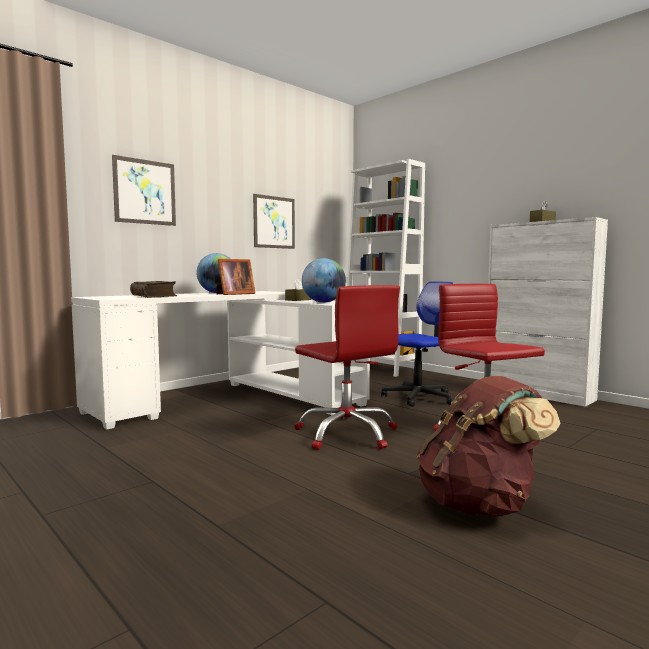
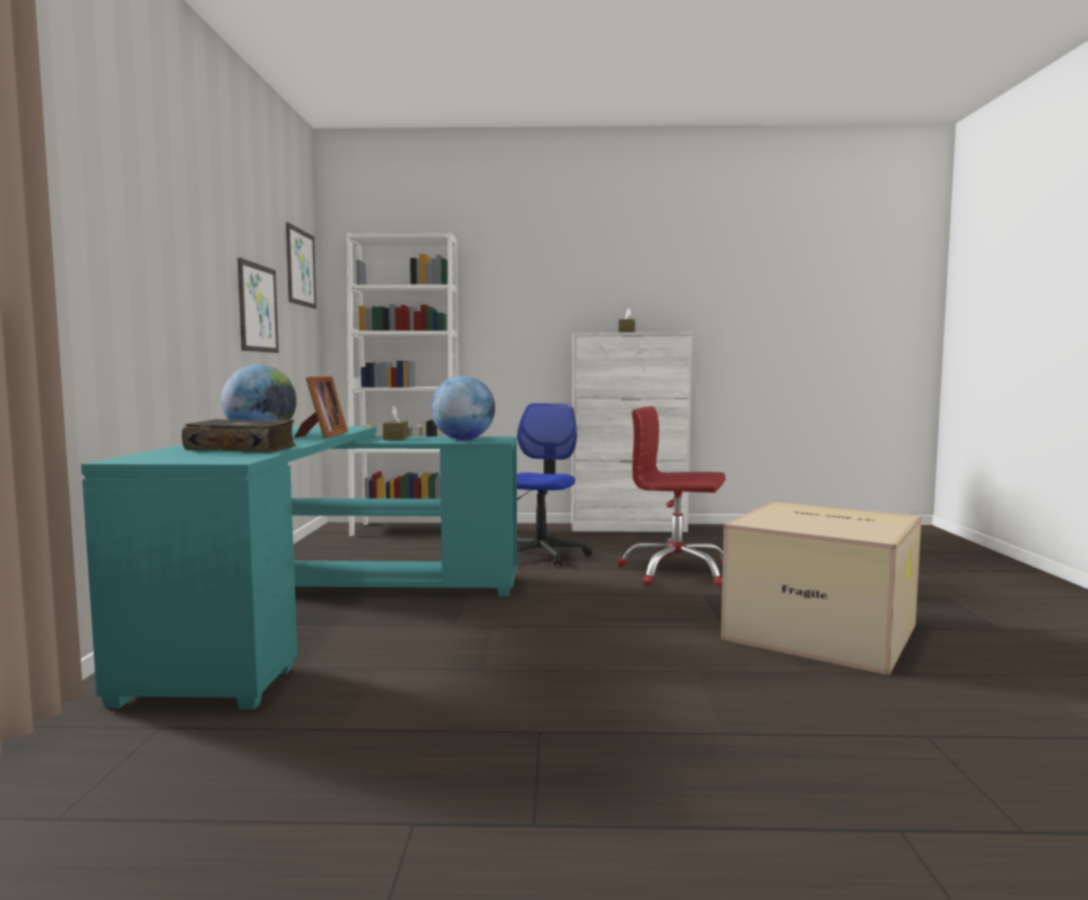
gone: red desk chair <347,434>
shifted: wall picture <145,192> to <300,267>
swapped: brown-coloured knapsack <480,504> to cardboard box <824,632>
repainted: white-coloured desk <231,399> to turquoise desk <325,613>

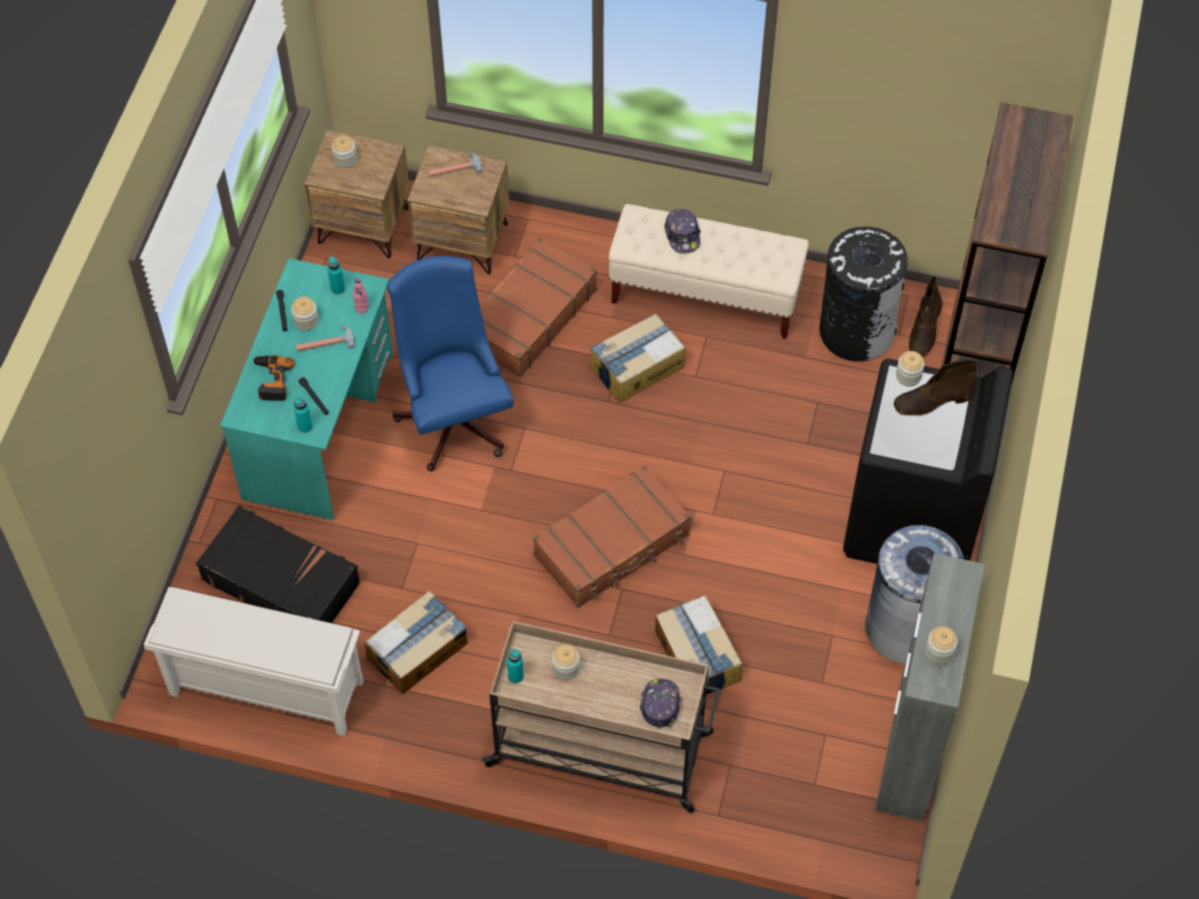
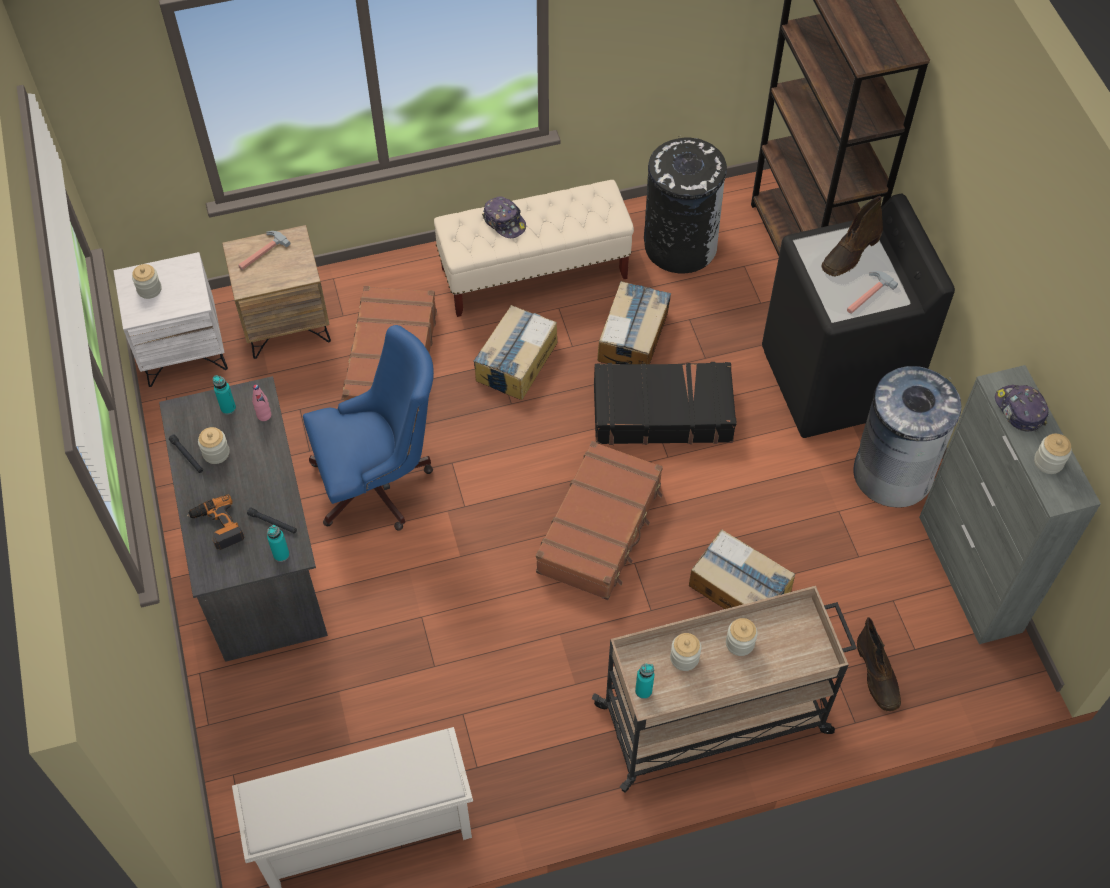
shifted: blackish travel case <281,580> to <661,412>; hand hammer <324,342> to <866,294>; cardboard box <418,650> to <633,336>; baseball cap <660,704> to <1019,410>; jar <908,376> to <739,643>; brown-coloured boot <924,330> to <877,675>
repainted: turquoise desk <319,426> to greyish desk <258,554>; brown-coloured bedside table <364,225> to white-coloured bedside table <183,351>
rotated: bluish desk chair <454,416> = <380,483> 120 degrees clockwise

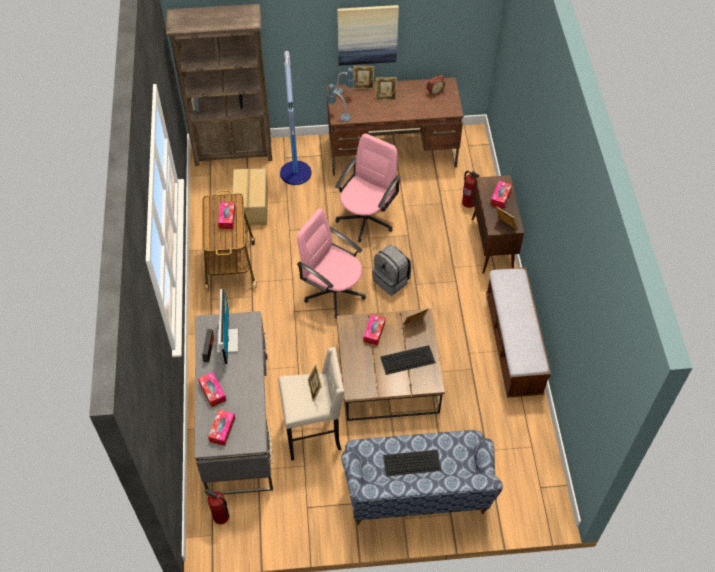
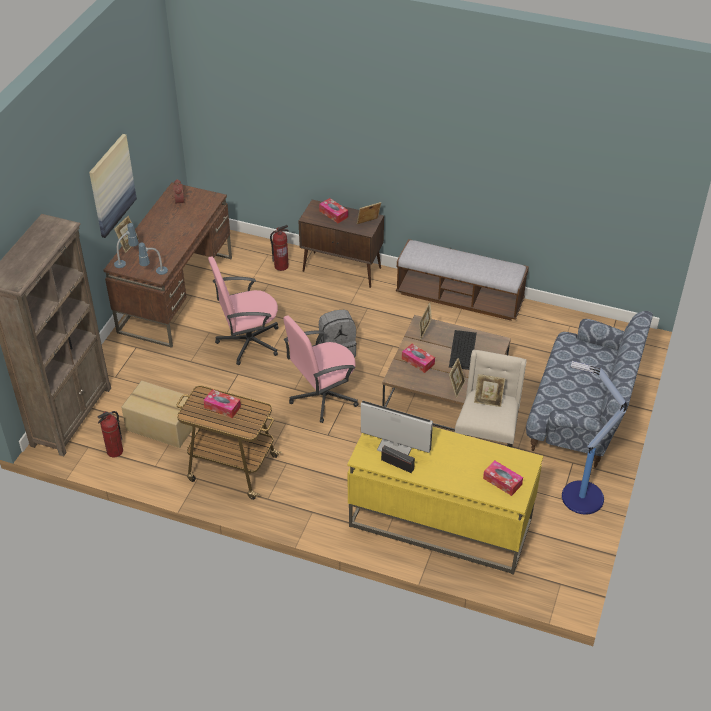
gone: box of tissues <212,392>; PC keyboard <411,463>
shifted: fire extinguisher <220,517> to <115,451>; floor lamp <295,172> to <580,497>; picture frame <385,97> to <456,387>
repainted: greyish desk <238,423> to yellow-coloured desk <439,522>
rotated: pinkish desk chair <366,219> = <248,342> 75 degrees counterclockwise

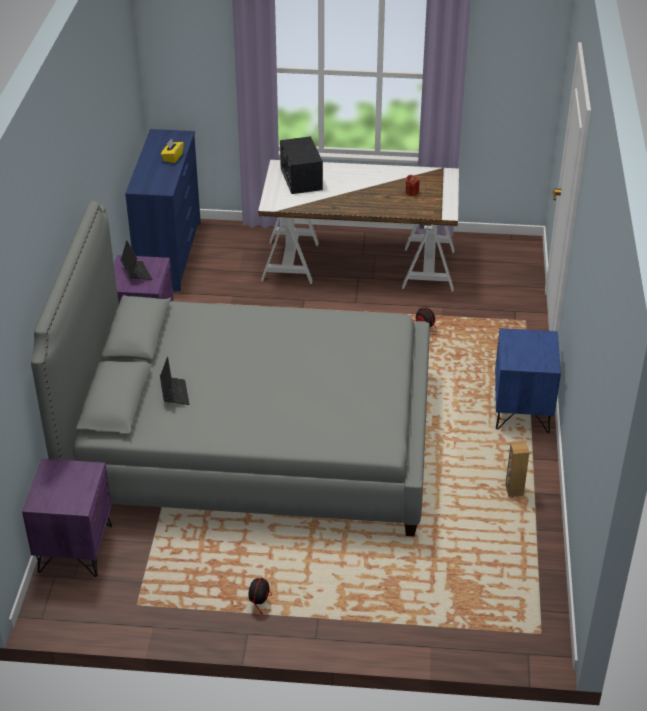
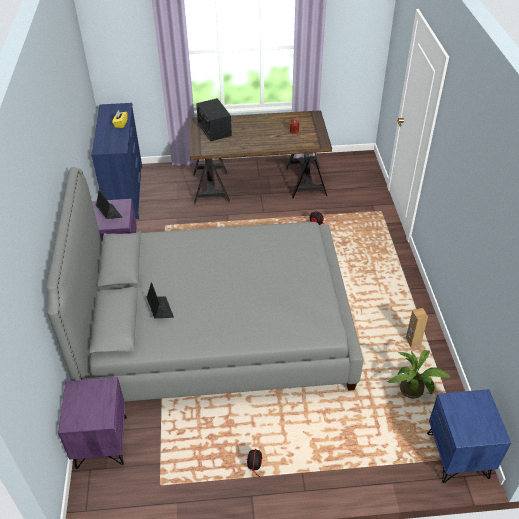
new: plant in a pot <414,391>
shifted: bluish bedside table <522,411> to <458,455>
repainted: white-coloured desk <359,264> to brown-coloured desk <258,184>

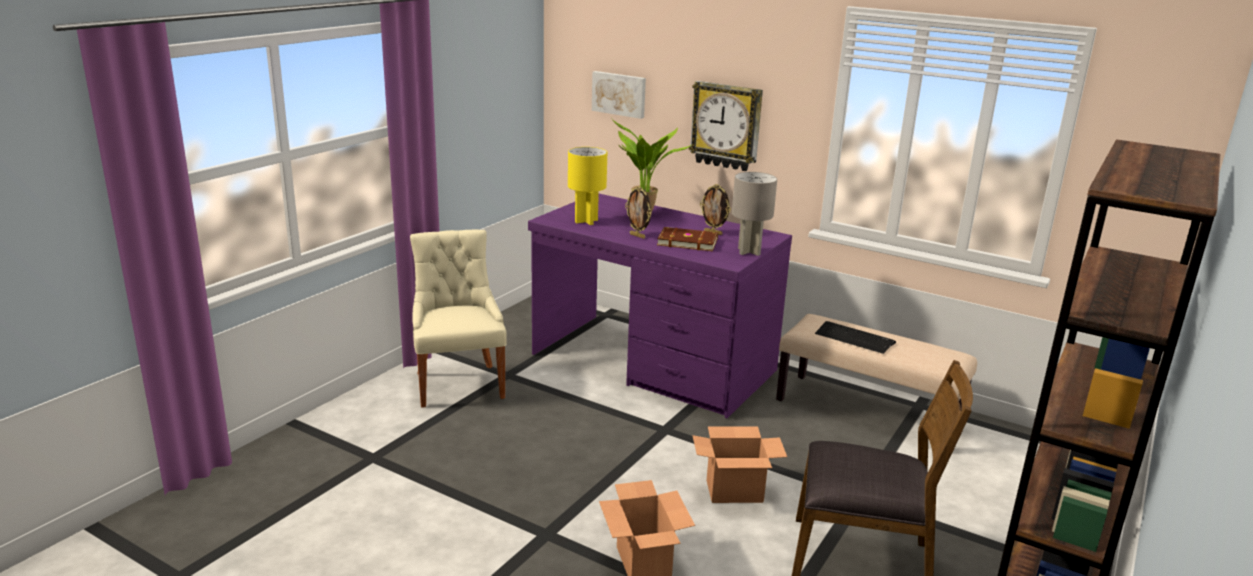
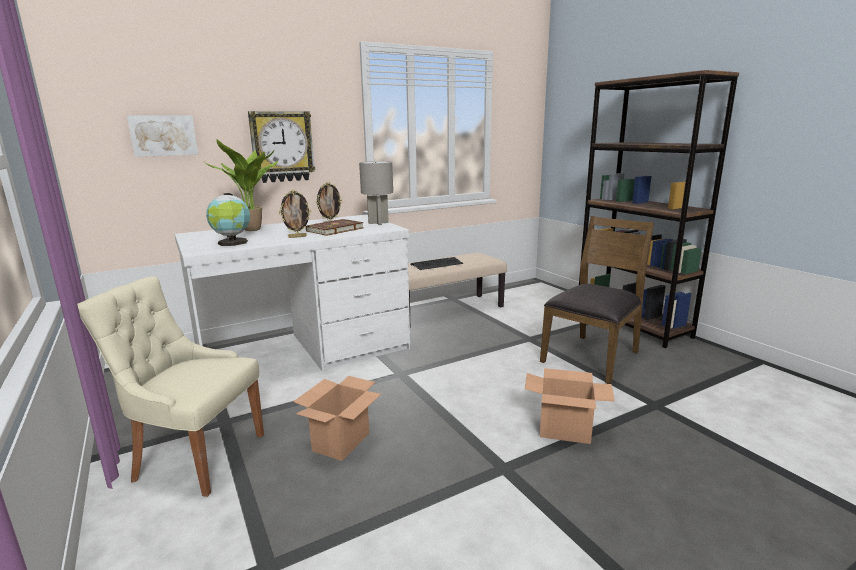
shifted: cardboard box <735,491> to <341,441>
swapped: yellow-coloured table lamp <586,221> to desk globe <232,243>
repainted: purple desk <653,363> to white-coloured desk <305,353>

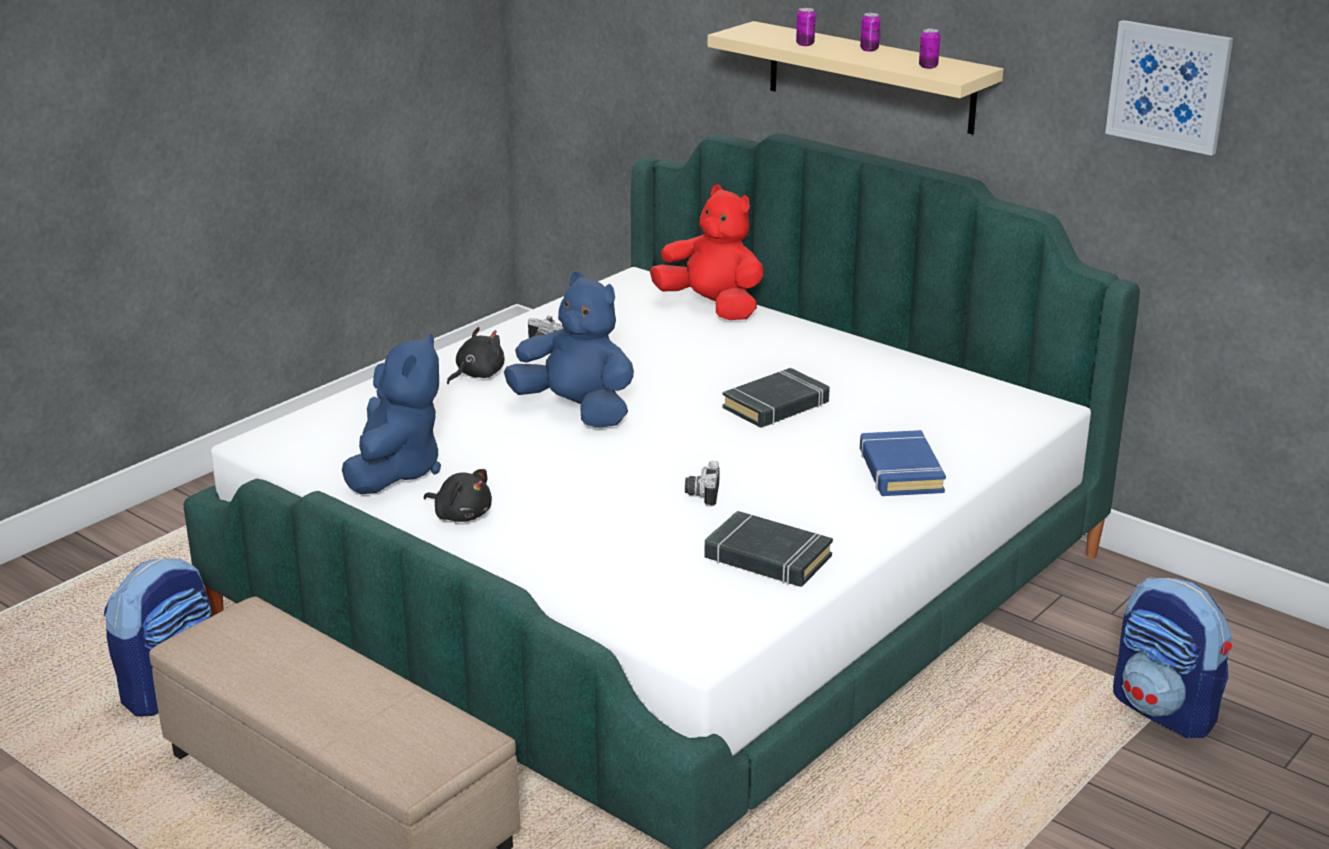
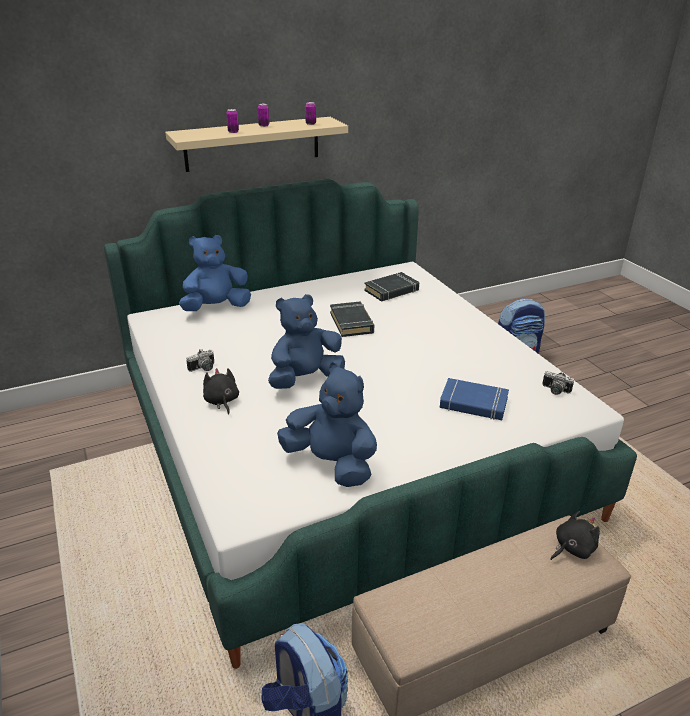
gone: wall picture <1169,86>
shifted: blackish soft toy <461,515> to <572,548>; still camera <701,494> to <555,391>; blackish bound book <767,558> to <392,290>; bluish bound book <900,471> to <473,404>
repainted: red soft toy <712,307> to bluish soft toy <216,307>

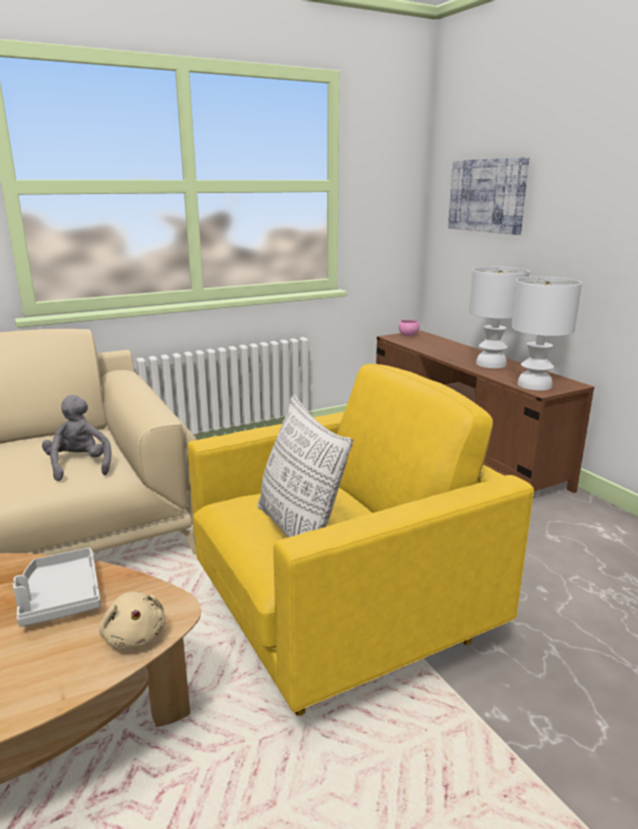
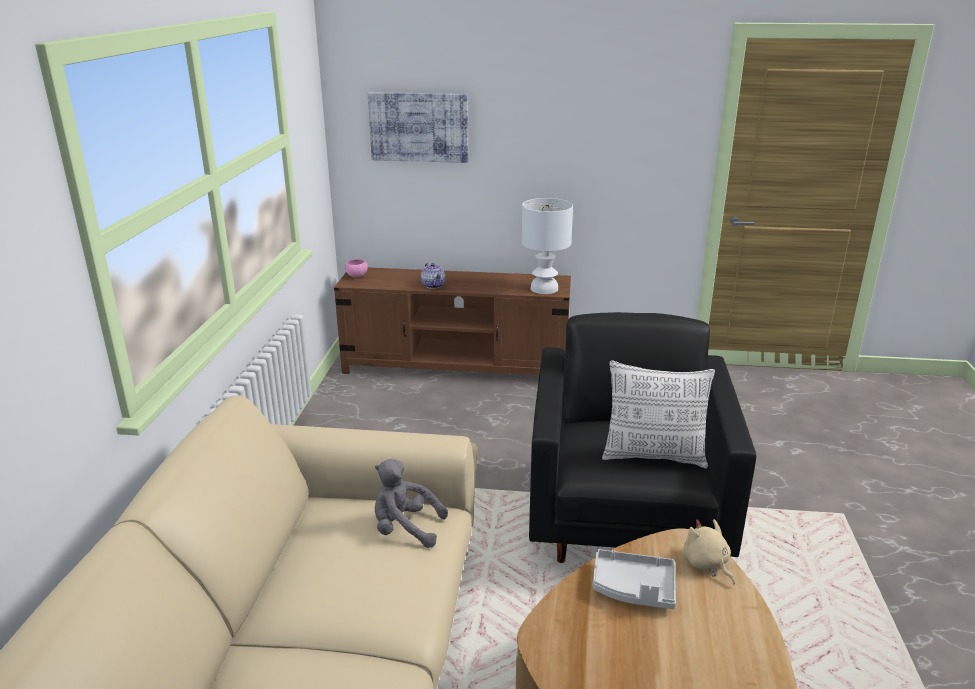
gone: white-coloured table lamp <490,364>
new: tea pot <433,285>
repainted: yellow-coloured easy chair <342,625> to blackish easy chair <626,520>
rotated: sand-coloured soft toy <134,635> = <707,564> 120 degrees counterclockwise

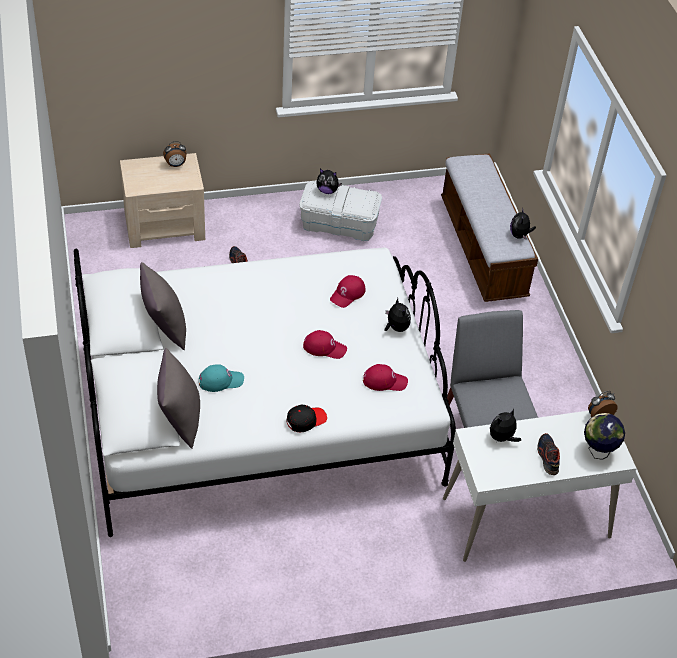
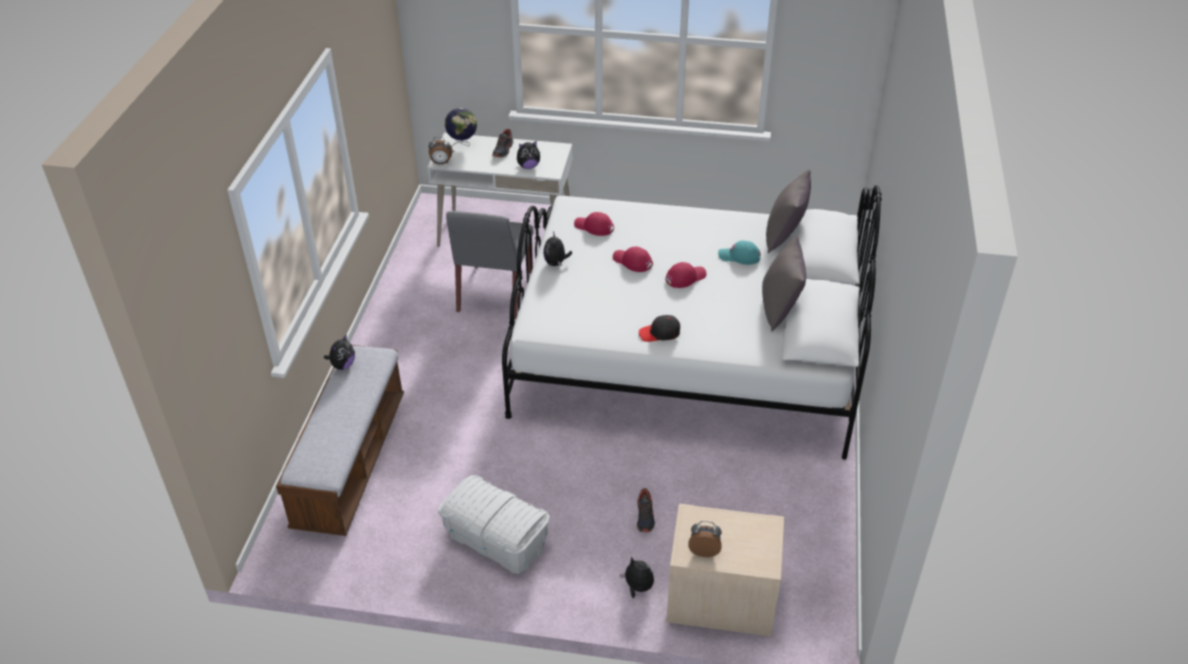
shifted: blackish baseball cap <306,420> to <659,333>; soft toy <327,191> to <637,587>; red baseball cap <347,294> to <685,277>

